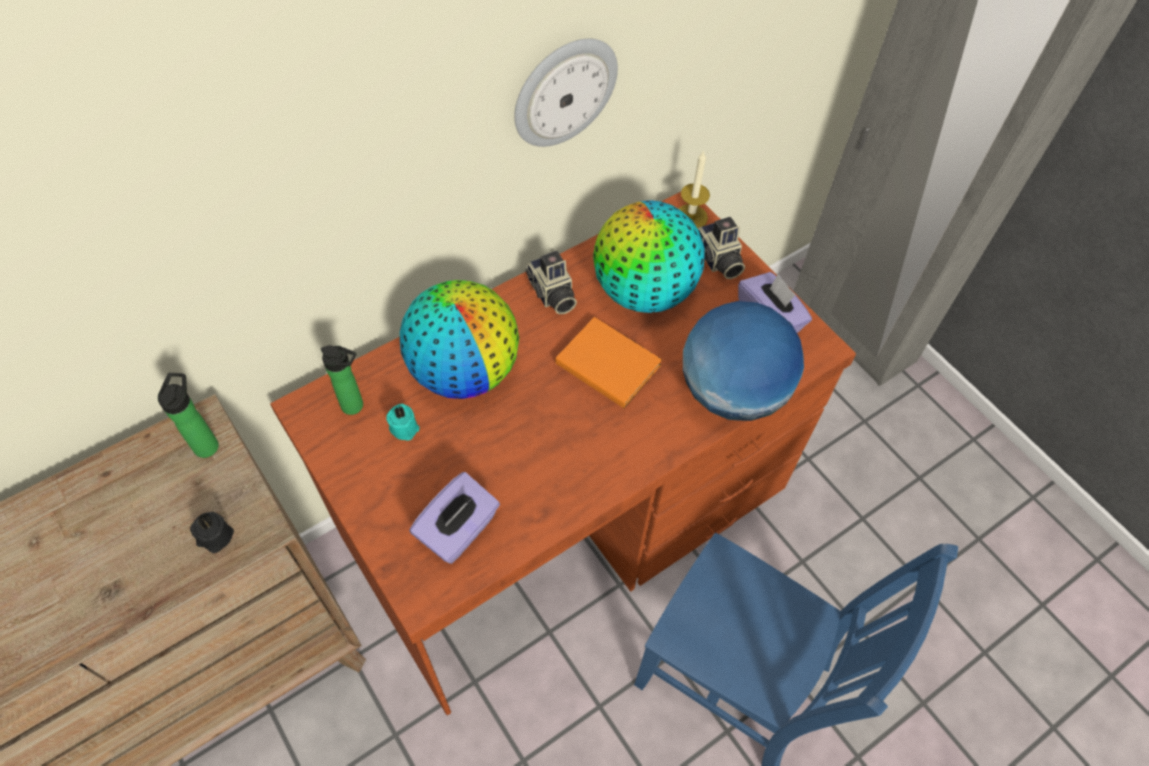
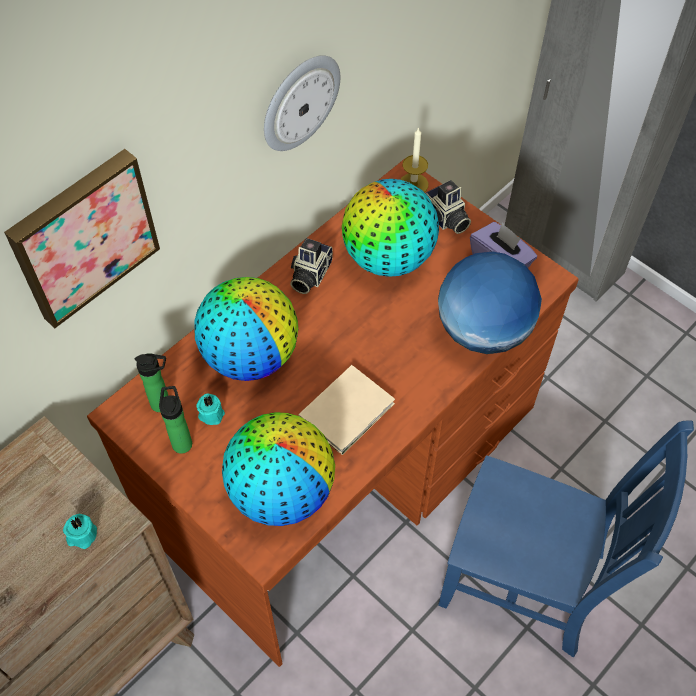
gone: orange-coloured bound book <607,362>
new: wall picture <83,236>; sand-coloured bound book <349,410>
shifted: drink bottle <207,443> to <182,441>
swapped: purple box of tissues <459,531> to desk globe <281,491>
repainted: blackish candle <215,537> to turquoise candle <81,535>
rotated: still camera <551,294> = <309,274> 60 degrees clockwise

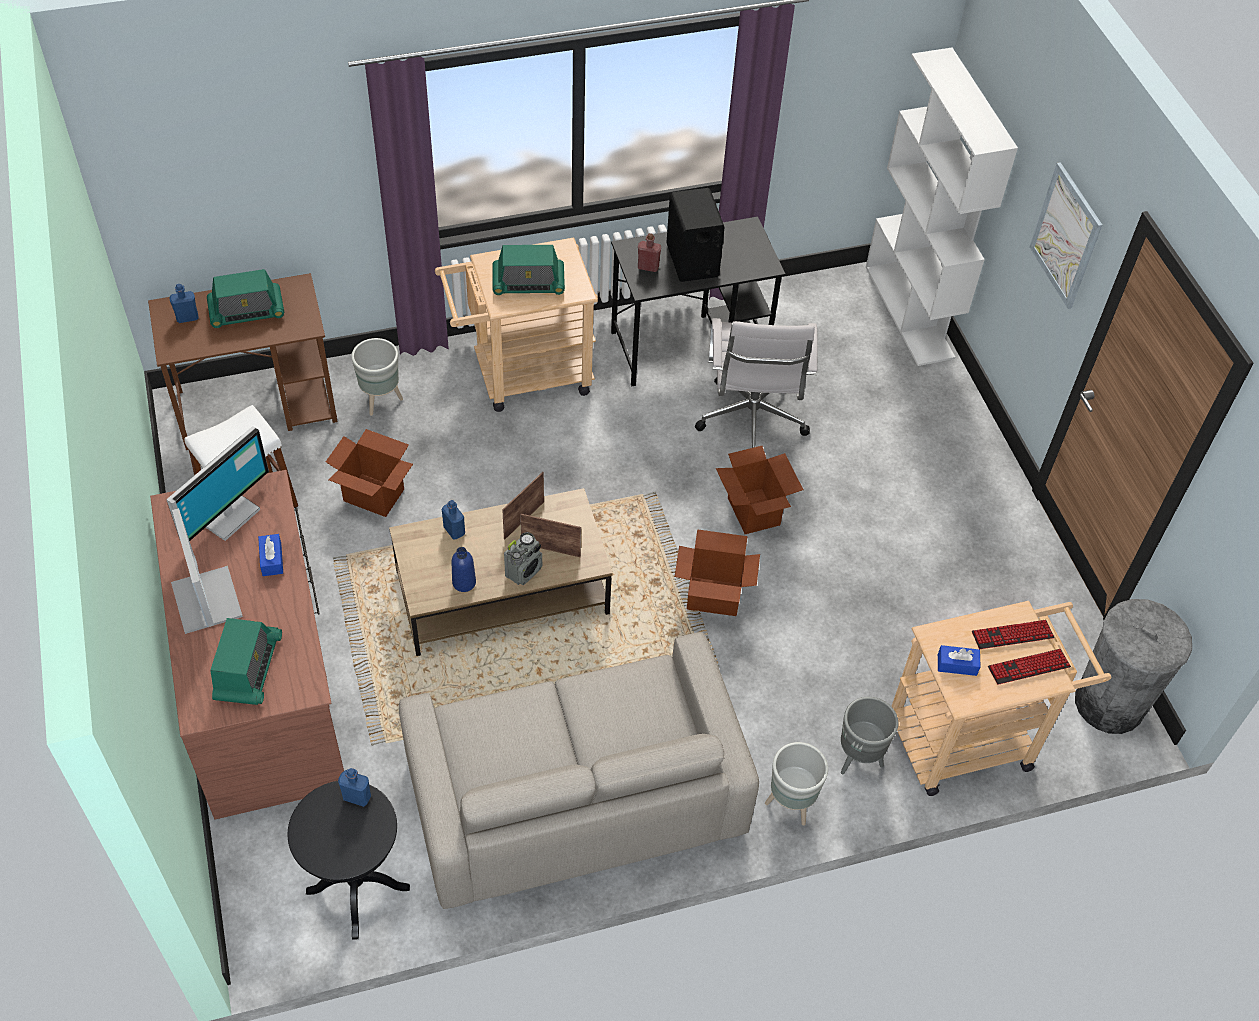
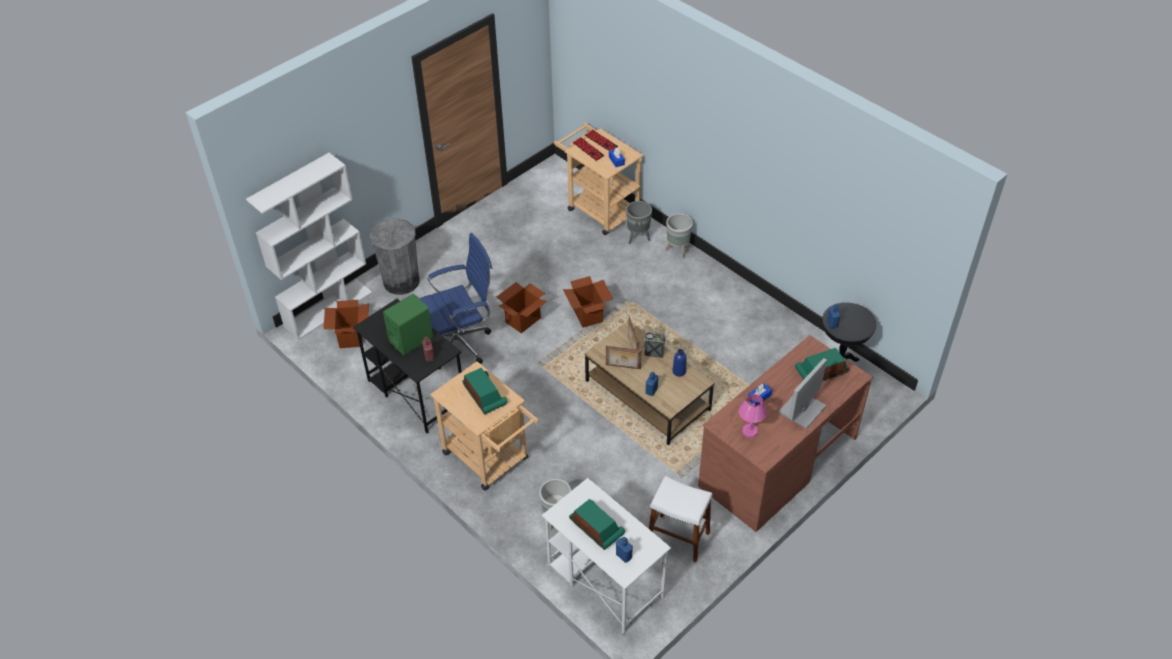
gone: sand-coloured settee <575,796>; wall picture <1066,236>
shifted: cardboard box <374,495> to <351,336>; greyish rubbish bin <1109,703> to <401,281>
swapped: computer screen <227,515> to pinkish table lamp <749,431>
repainted: brown-coloured desk <258,406> to white-coloured desk <604,580>; blackish audio speaker <692,261> to green-coloured audio speaker <411,339>; white-coloured desk chair <751,423> to bluish desk chair <461,343>

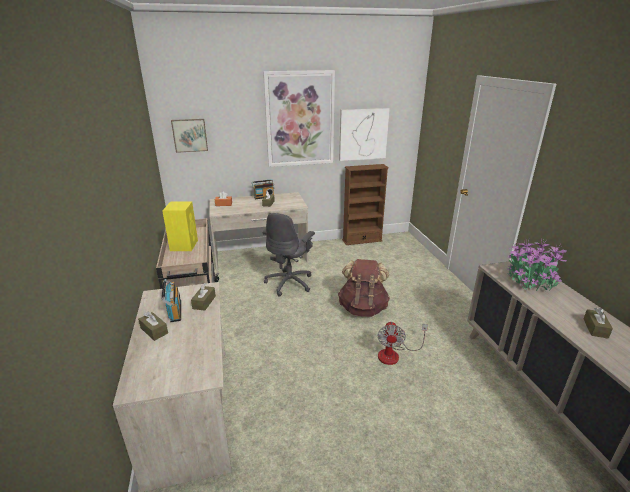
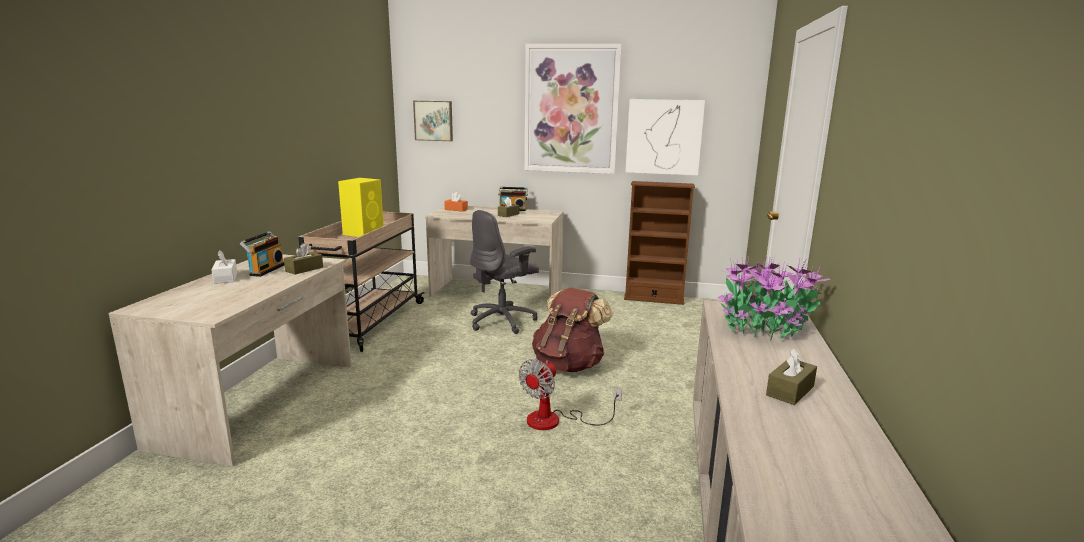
repainted: brown-coloured box of tissues <154,331> to white-coloured box of tissues <225,278>

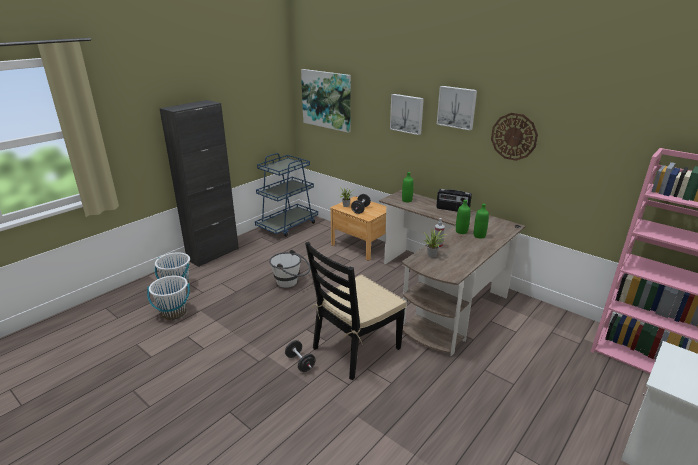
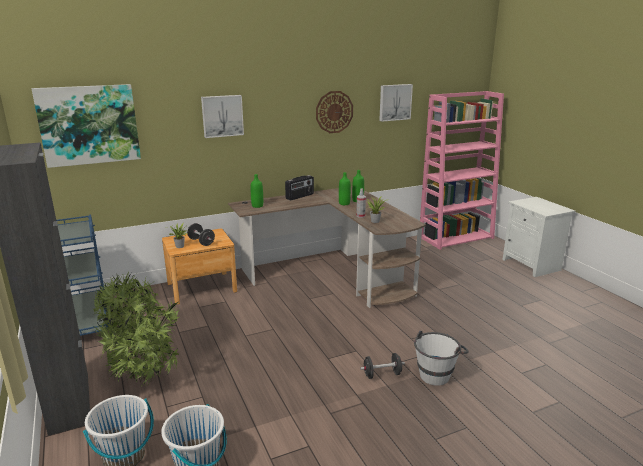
gone: blackish chair <355,348>
new: plant in a pot <142,376>
shifted: white-coloured pail <291,282> to <437,373>; wall picture <457,107> to <394,102>

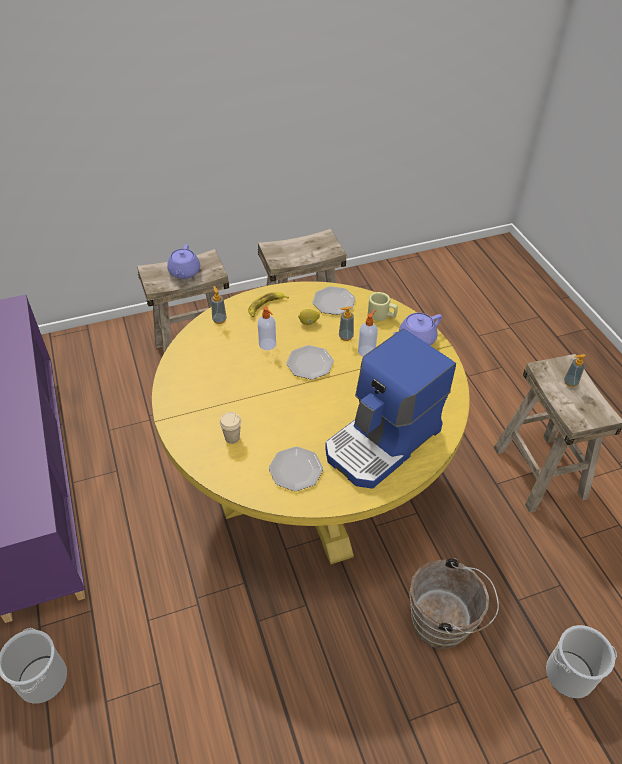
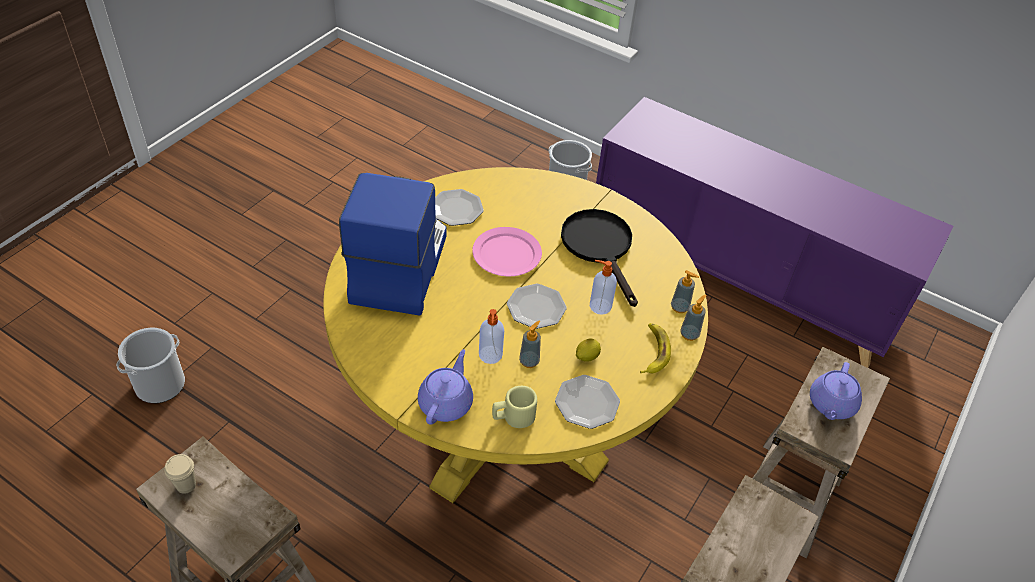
gone: brown-coloured pail <444,623>
new: pinkish plate <507,254>; blackish pan <600,248>
shifted: sand-coloured drinking cup <232,438> to <186,485>; liquid soap bottle <570,382> to <689,334>
rotated: purple tea pot <184,272> = <831,404> 120 degrees counterclockwise

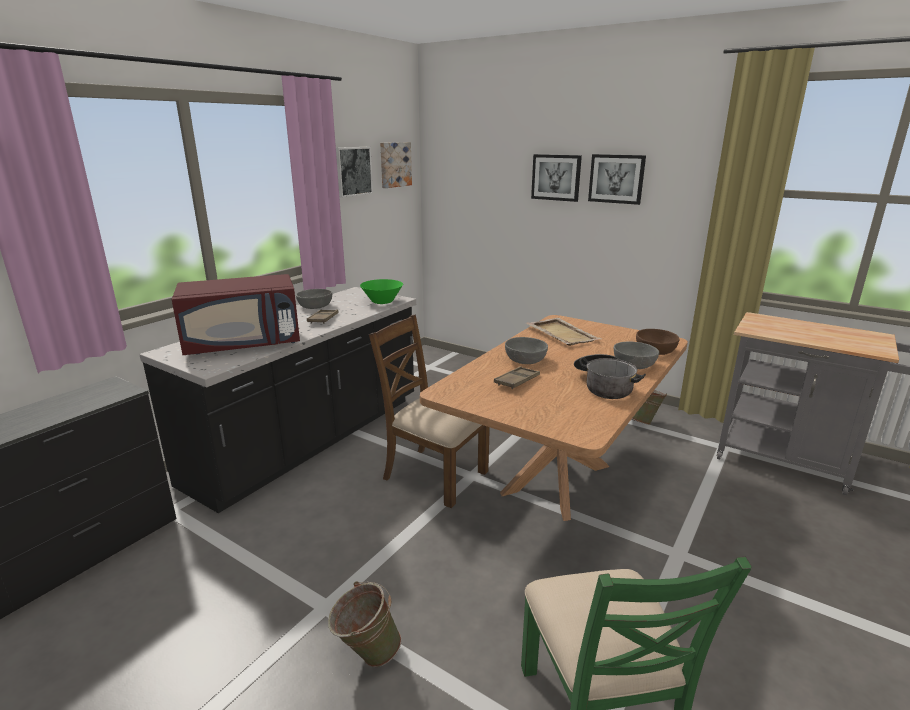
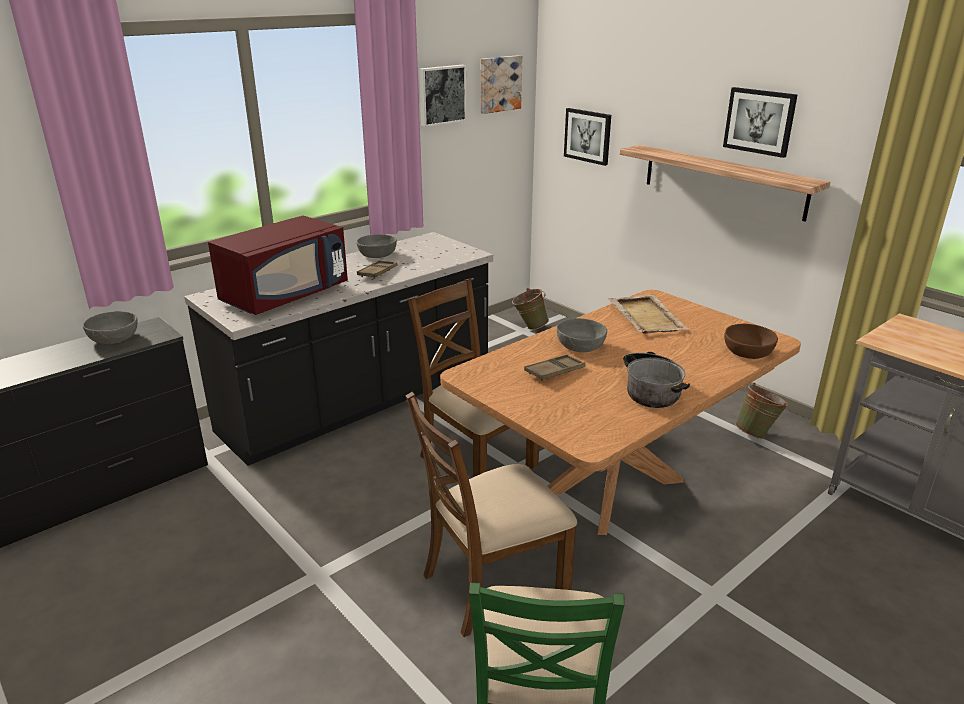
gone: green-coloured serving bowl <382,301>
new: brown-coloured chair <492,584>; wall shelf <723,181>
shifted: green-coloured pail <366,654> to <529,327>; wall picture <556,177> to <588,136>; greyish serving bowl <634,364> to <114,338>
rotated: red microwave oven <244,344> = <285,295> 45 degrees counterclockwise

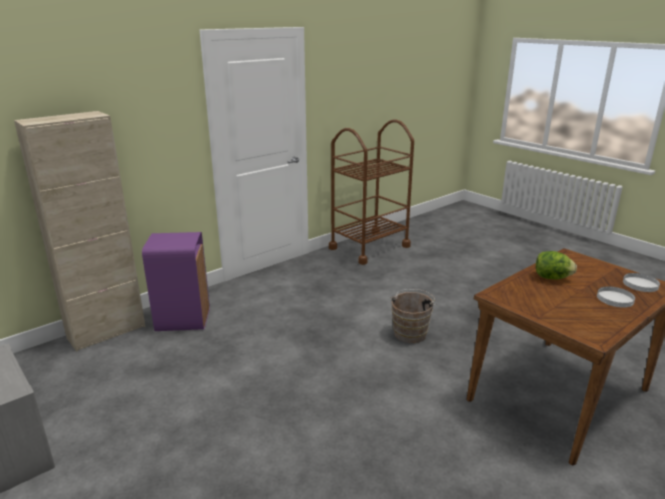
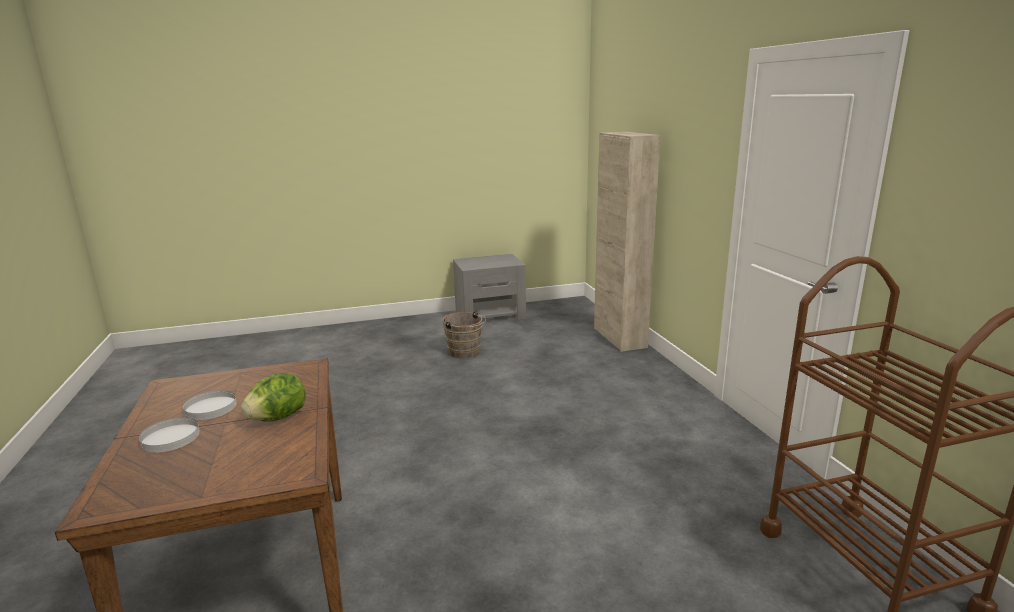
gone: purple rubbish bin <183,320>
shifted: brown-coloured pail <411,332> to <465,352>; white-coloured plate <640,284> to <211,408>

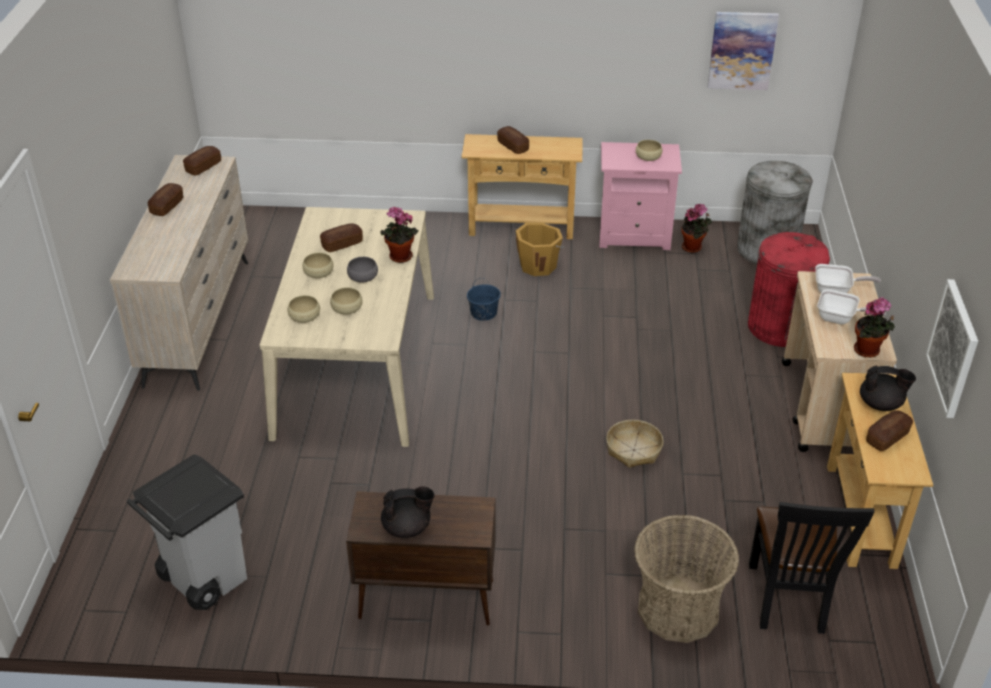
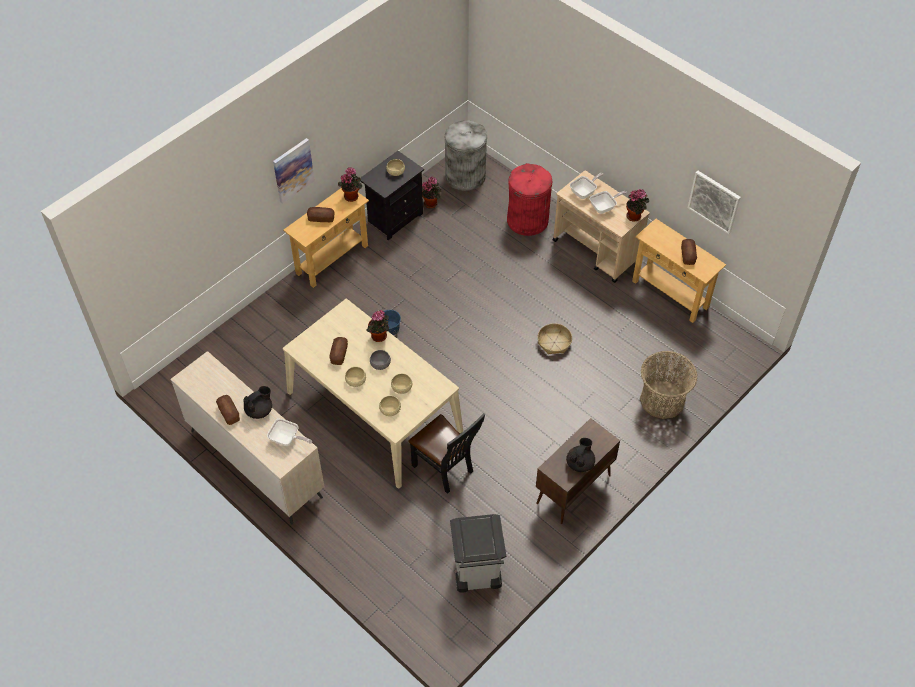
gone: baked bread <203,167>; orange-coloured pail <538,265>
new: pan <287,439>; plant in a pot <352,195>
shifted: wall picture <742,50> to <293,170>; blackish chair <788,602> to <446,469>; blackish tea pot <881,404> to <259,410>
repainted: pinkish bedside table <634,235> to blackish bedside table <394,218>

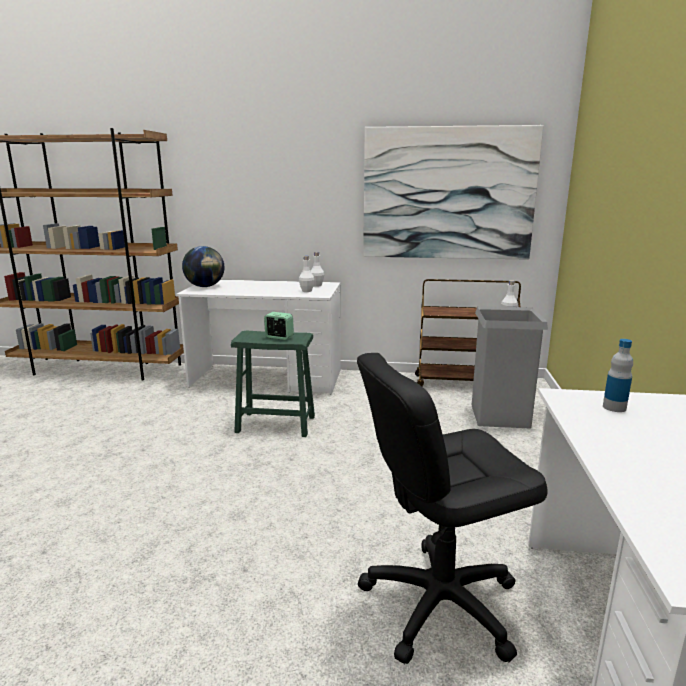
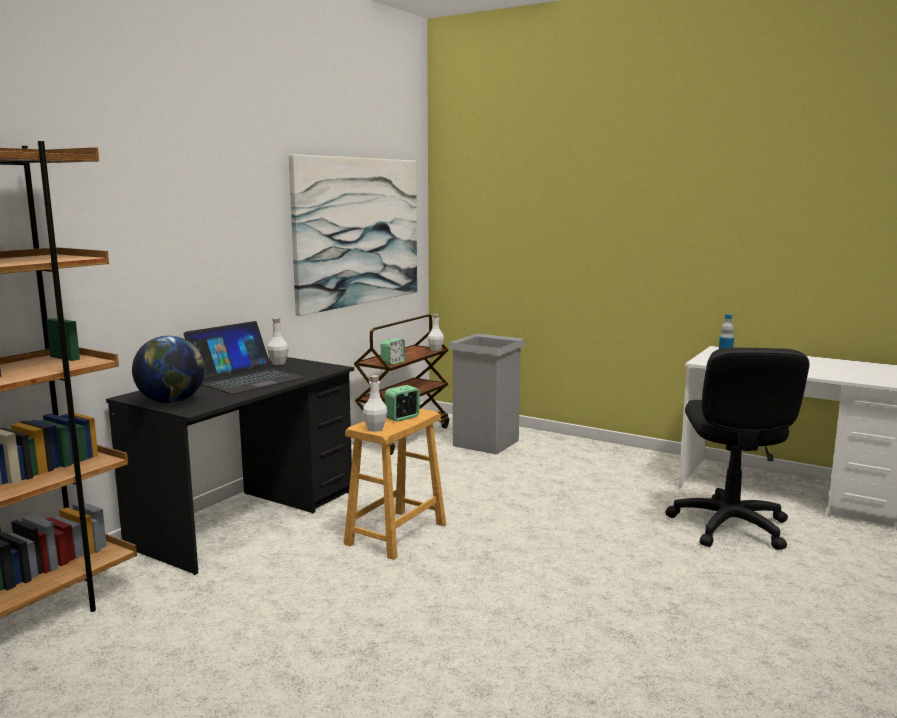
new: laptop <246,379>; alarm clock <393,362>
shifted: white-coloured drink bottle <306,291> to <375,429>
repainted: white-coloured desk <267,379> to blackish desk <247,518>; green-coloured sitting stool <276,424> to brown-coloured sitting stool <396,534>

